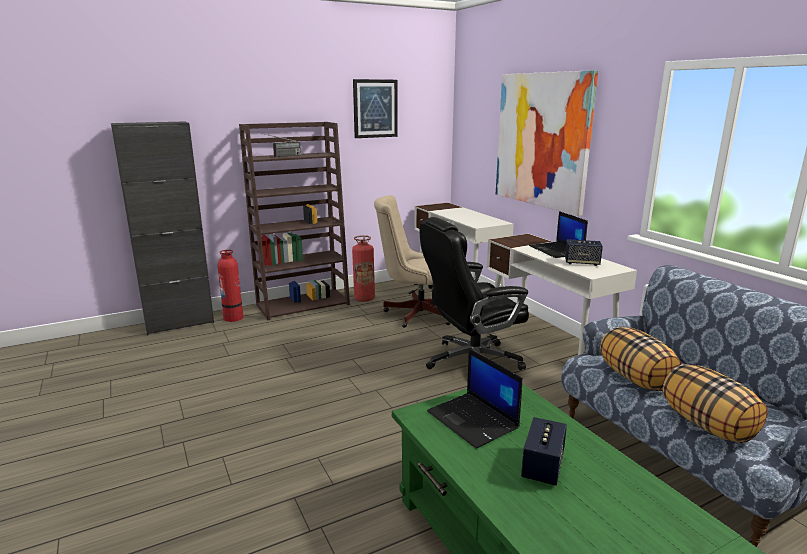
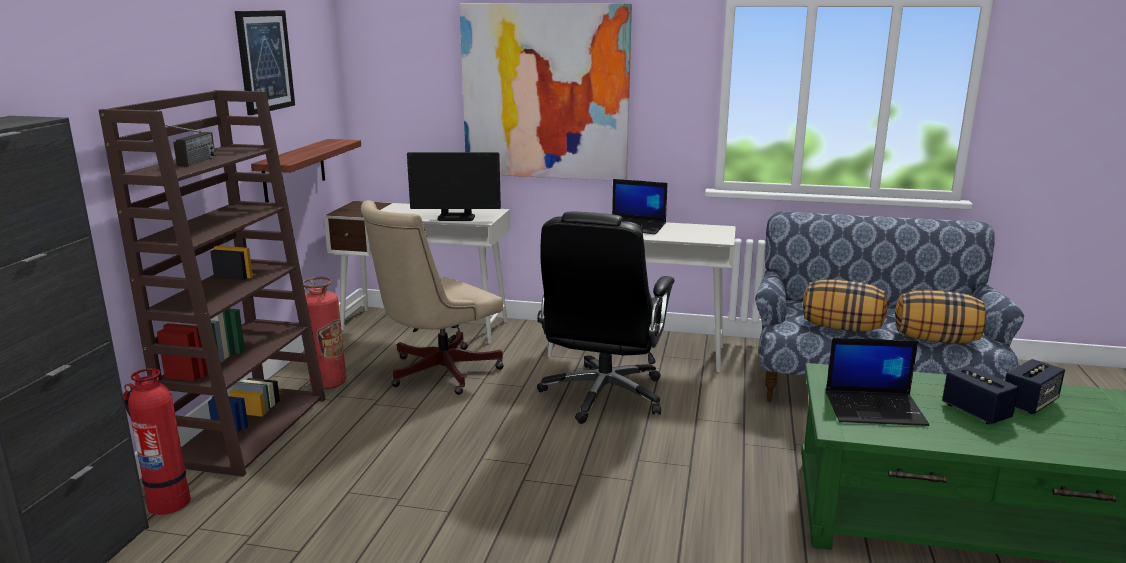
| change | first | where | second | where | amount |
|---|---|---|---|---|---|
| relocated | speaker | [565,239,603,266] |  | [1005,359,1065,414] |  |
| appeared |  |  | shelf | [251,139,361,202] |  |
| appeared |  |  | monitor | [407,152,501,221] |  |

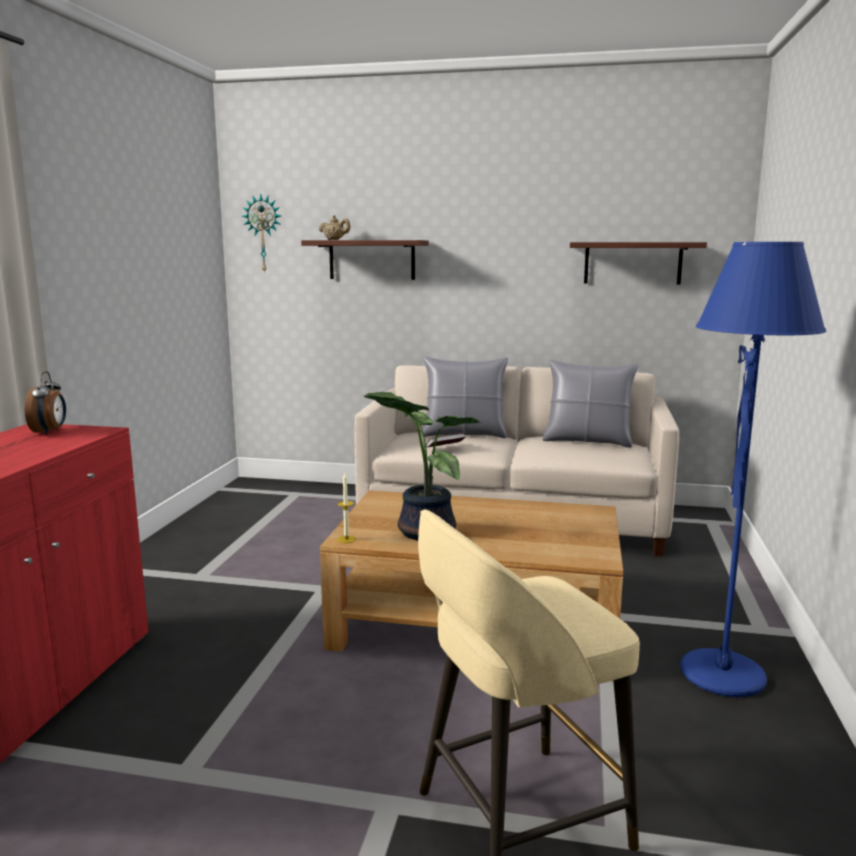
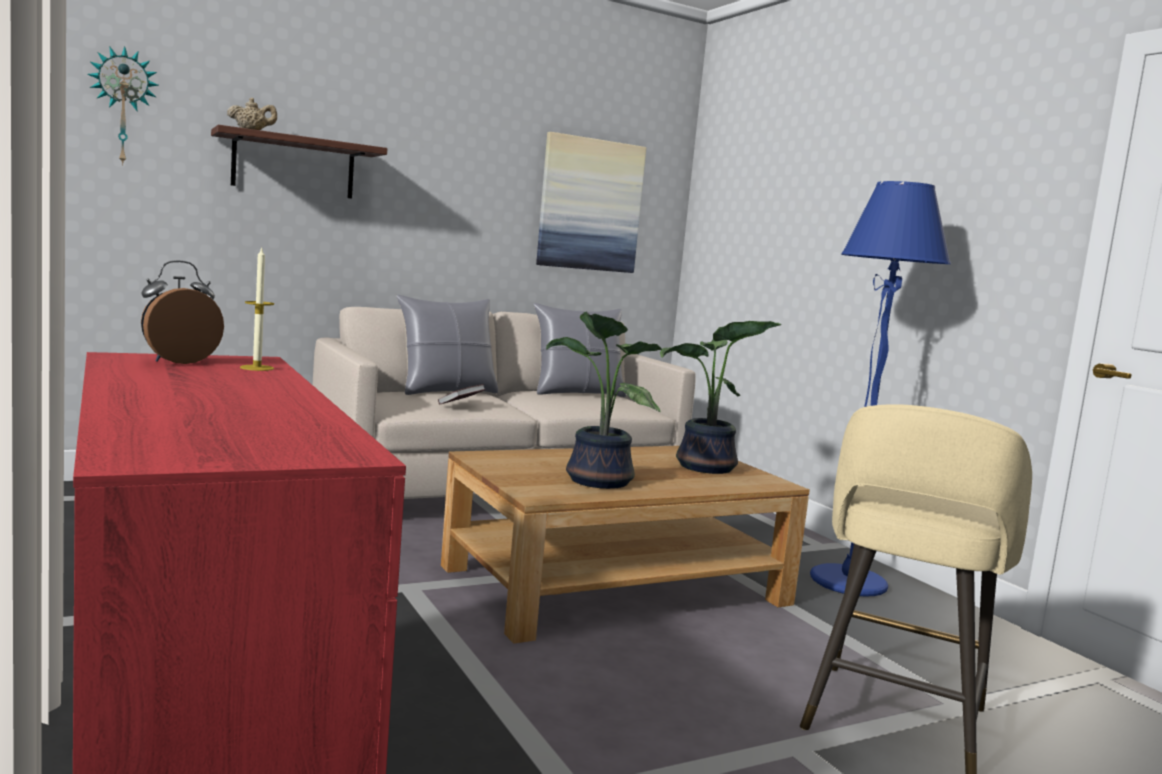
| change | first | where | second | where | amount |
|---|---|---|---|---|---|
| exchanged | shelf | [570,242,707,284] | picture | [536,132,646,273] |  |
| spun | alarm clock | [24,372,66,435] |  | [141,260,224,364] | 90 degrees counterclockwise |
| relocated | candle | [337,473,356,543] |  | [240,246,274,371] |  |
| appeared |  |  | potted plant | [660,321,782,474] |  |

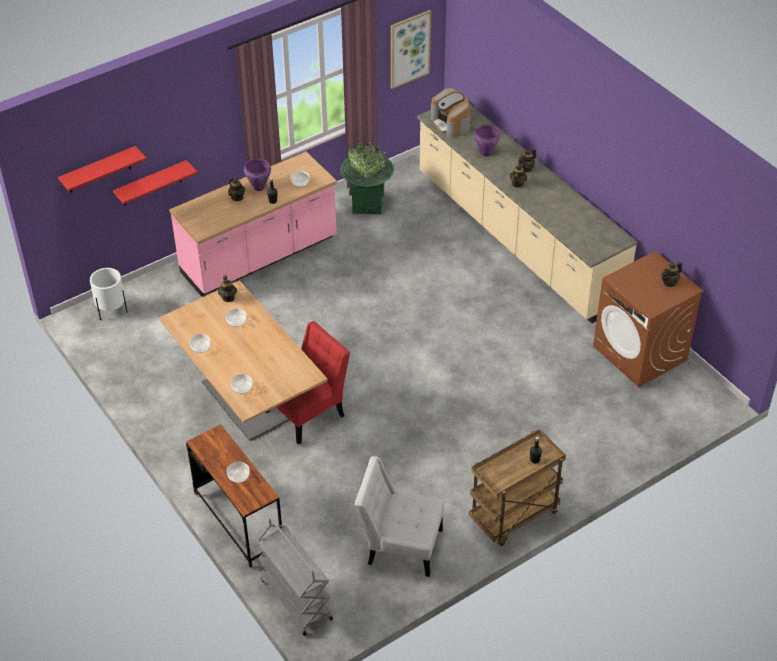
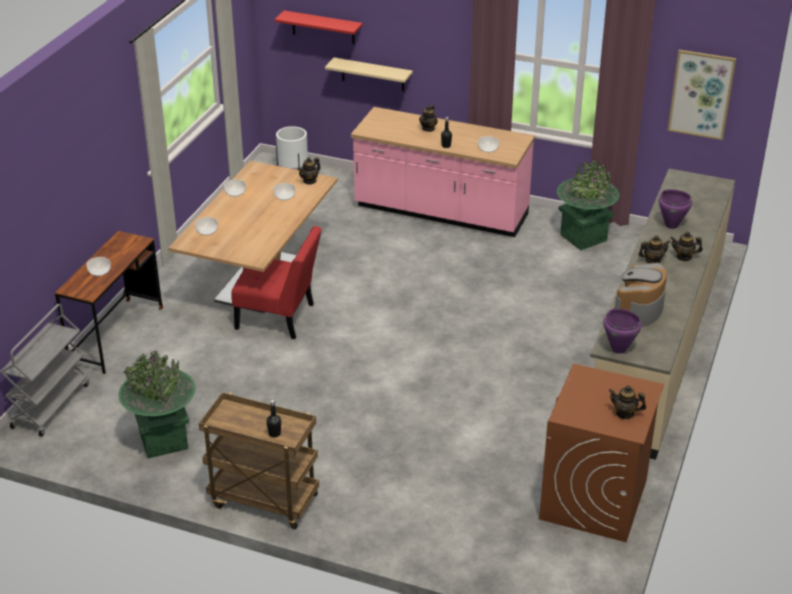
| change | first | where | second | where | amount |
|---|---|---|---|---|---|
| relocated | coffee machine | [431,88,470,138] |  | [614,263,667,327] |  |
| relocated | purple cooking pot | [244,159,271,191] |  | [603,308,641,354] |  |
| colour | red shelf | [113,160,198,206] | beige shelf | [325,58,413,91] |  |
| exchanged | white chair | [354,456,444,577] | green planter | [118,351,196,458] |  |

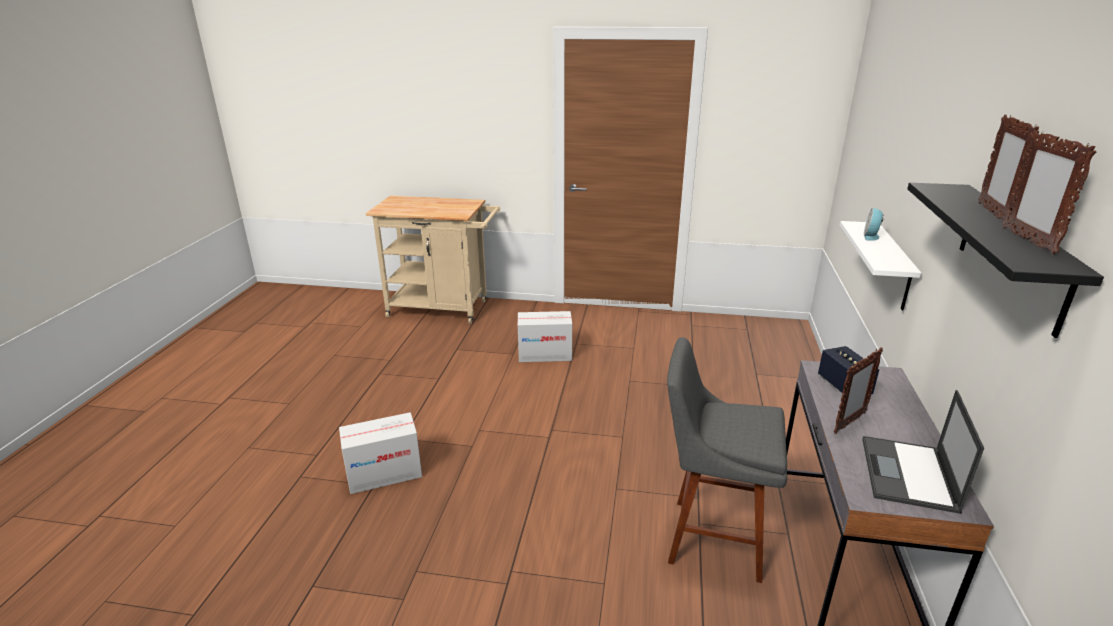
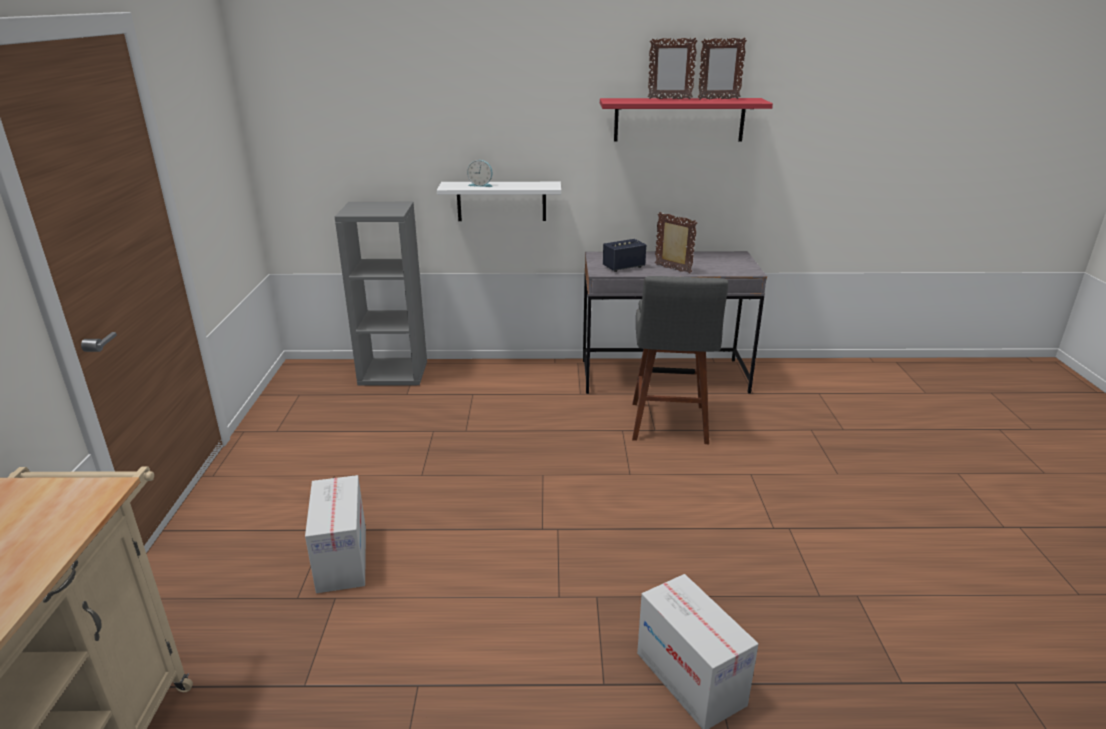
| change | first | where | second | where | amount |
|---|---|---|---|---|---|
| colour | black shelf | [907,183,1104,338] | red shelf | [600,98,773,142] |  |
| missing | laptop | [862,390,984,514] |  |  |  |
| appeared |  |  | grey bookcase | [334,202,427,386] |  |

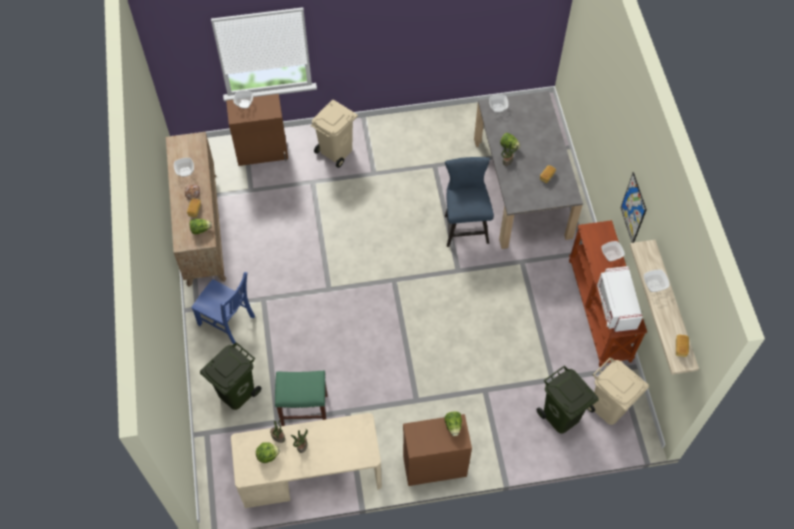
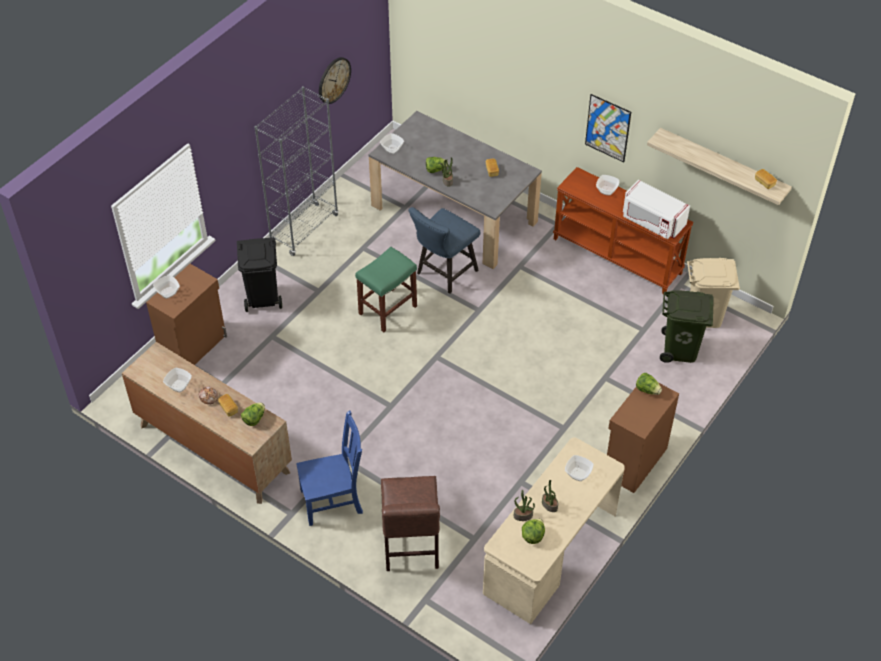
| change | first | where | second | where | amount |
|---|---|---|---|---|---|
| colour | beige trash can | [311,100,358,168] | black trash can | [237,237,282,312] |  |
| spun | blue chair | [445,157,494,247] |  | [409,207,480,294] | 90 degrees counterclockwise |
| relocated | bowl | [644,270,669,292] |  | [565,455,593,481] |  |
| exchanged | green trash can | [200,342,262,410] | brown chair | [381,476,440,571] |  |
| relocated | green stool | [275,371,327,426] |  | [355,247,417,332] |  |
| appeared |  |  | wall clock | [319,57,351,104] |  |
| appeared |  |  | grey bookcase | [254,86,339,256] |  |

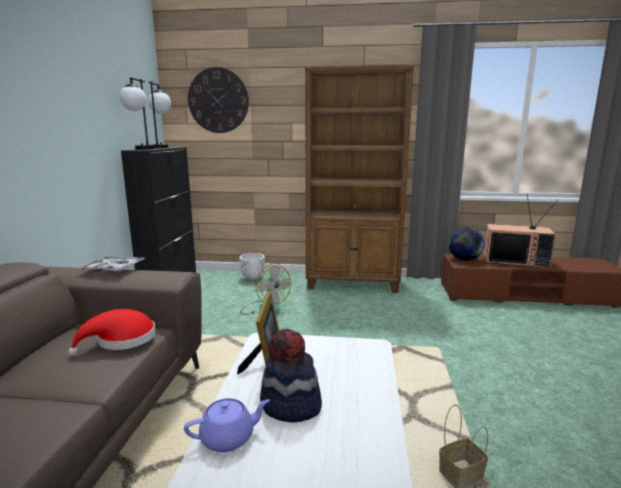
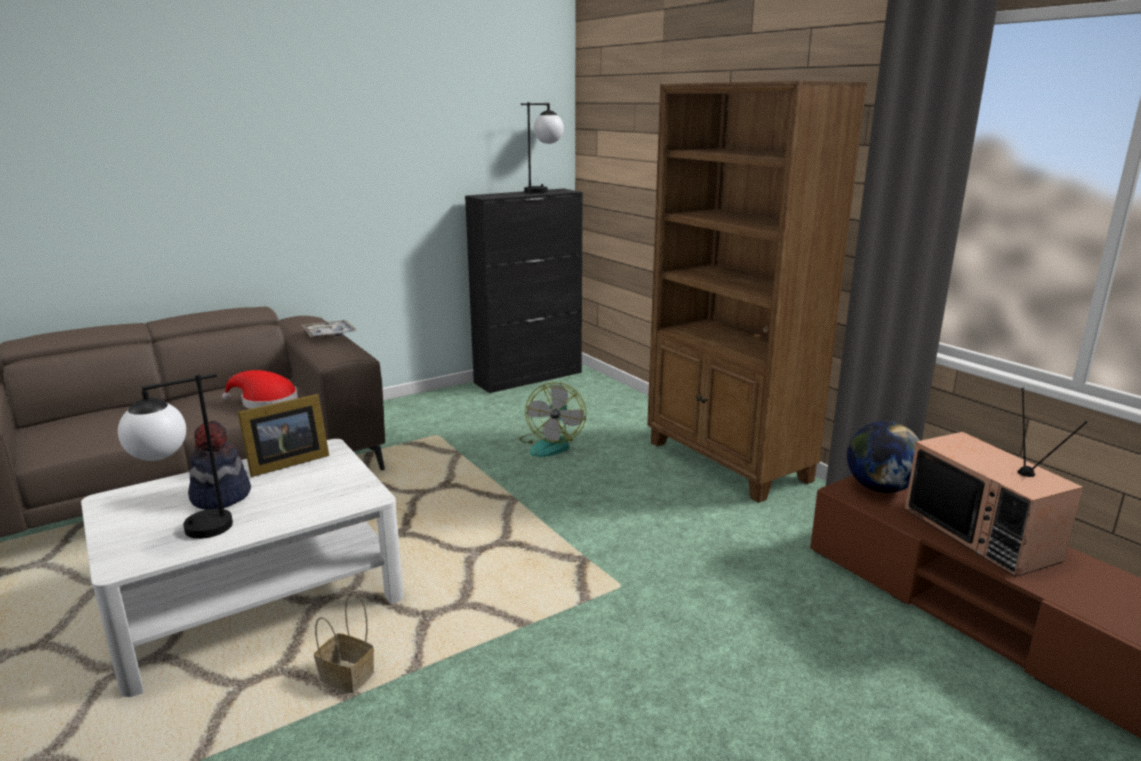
| change | first | where | second | where | amount |
|---|---|---|---|---|---|
| missing | wall clock | [188,67,249,133] |  |  |  |
| relocated | table lamp | [120,77,155,149] |  | [118,374,233,539] |  |
| missing | white planter | [240,253,265,281] |  |  |  |
| missing | purple teapot | [184,398,270,452] |  |  |  |

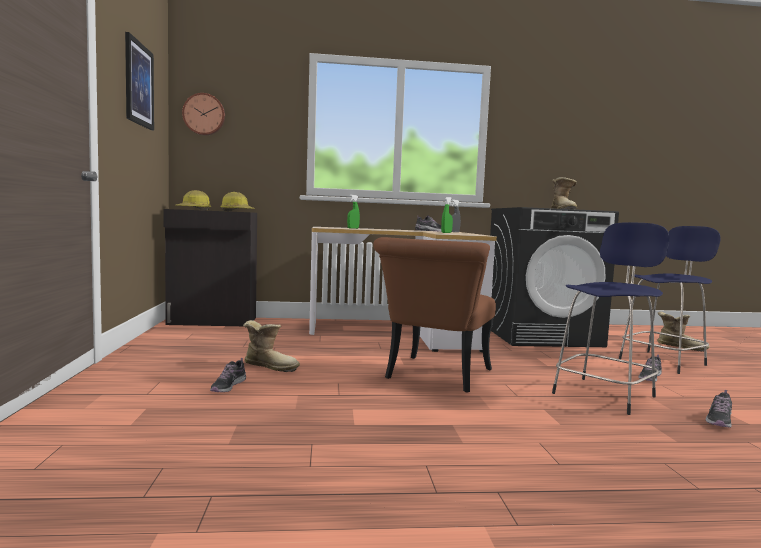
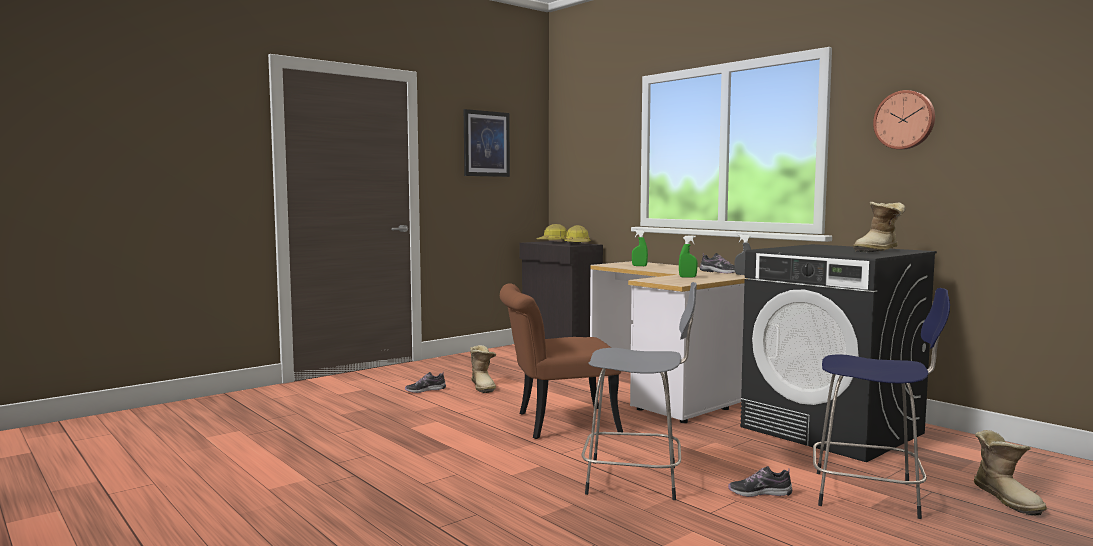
| change | first | where | second | where | amount |
|---|---|---|---|---|---|
| relocated | wall clock | [182,93,225,135] |  | [873,90,935,150] |  |
| colour | blue stool | [552,222,670,415] | grey stool | [582,282,697,500] |  |
| missing | shoe | [706,390,732,428] |  |  |  |

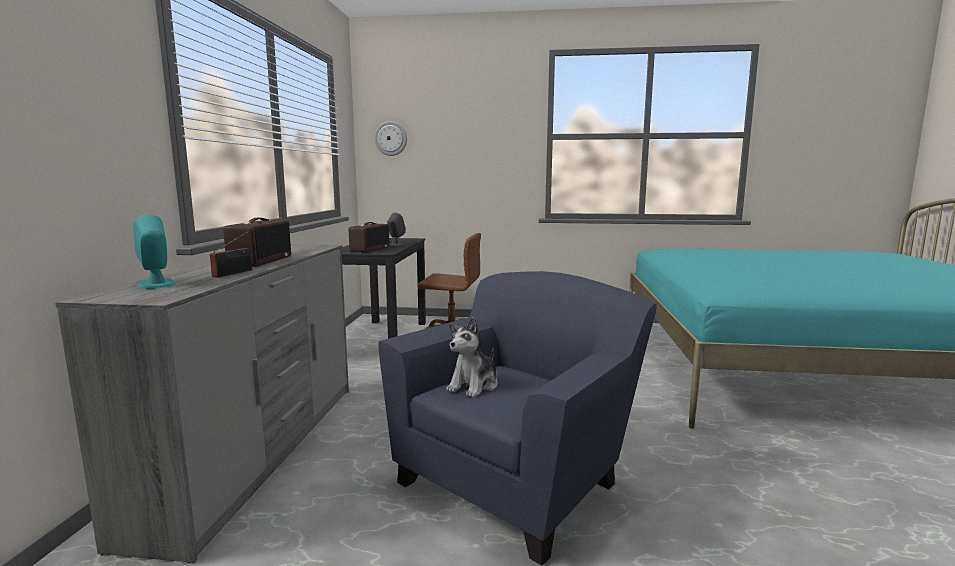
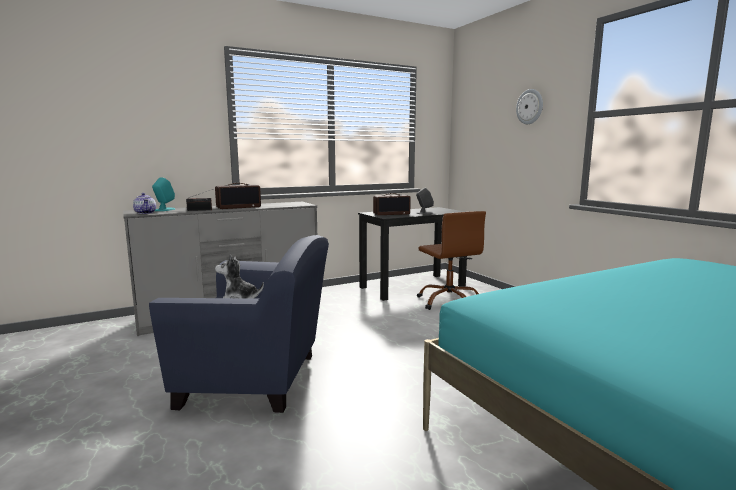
| change | first | where | second | where | amount |
|---|---|---|---|---|---|
| relocated | wall clock | [374,121,407,156] |  | [516,89,543,124] |  |
| appeared |  |  | teapot | [133,193,156,214] |  |

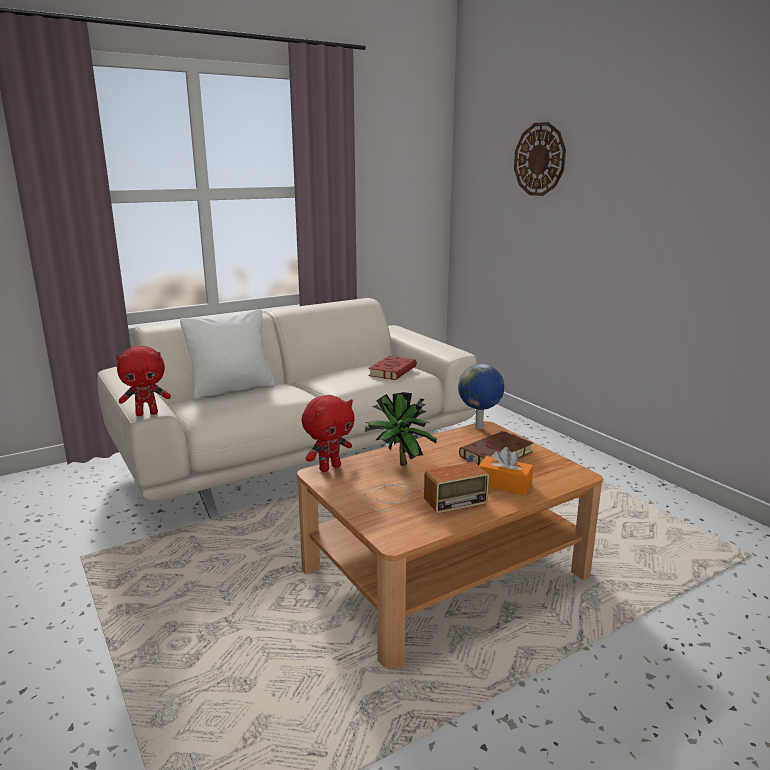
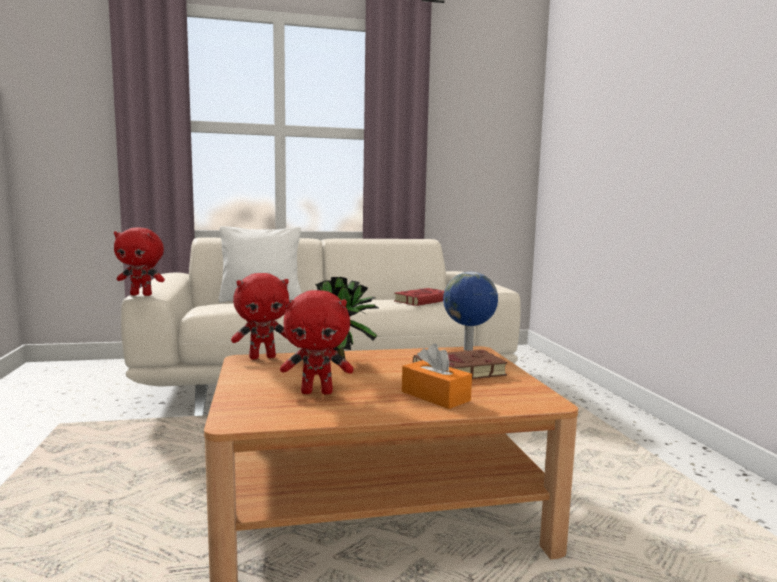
| change | first | where | second | where | amount |
|---|---|---|---|---|---|
| missing | wall clock | [514,122,566,196] |  |  |  |
| exchanged | radio | [364,462,489,513] | red plush toy | [280,290,354,395] |  |

